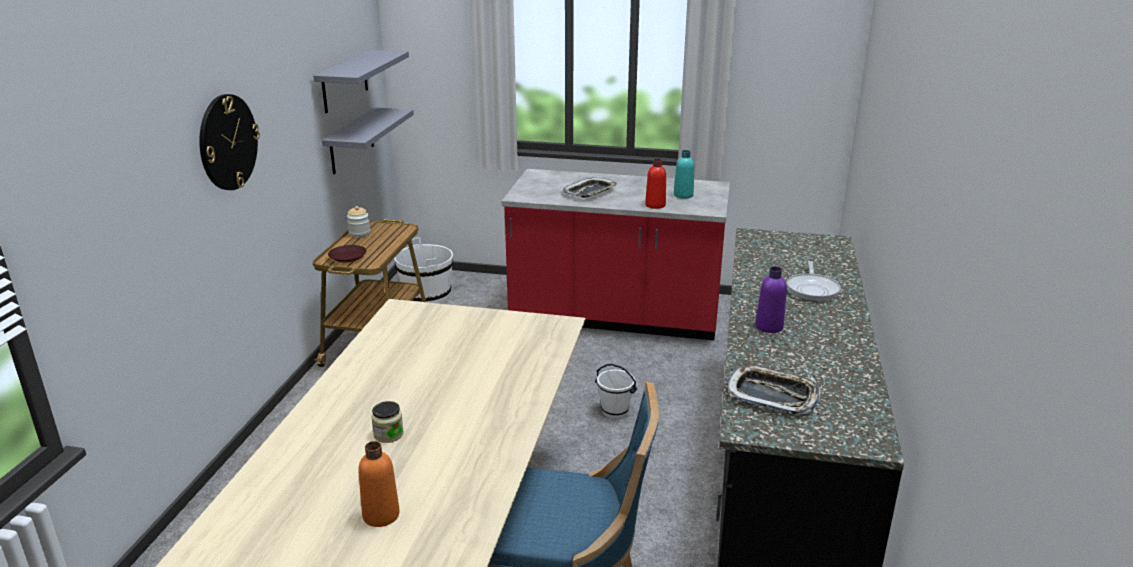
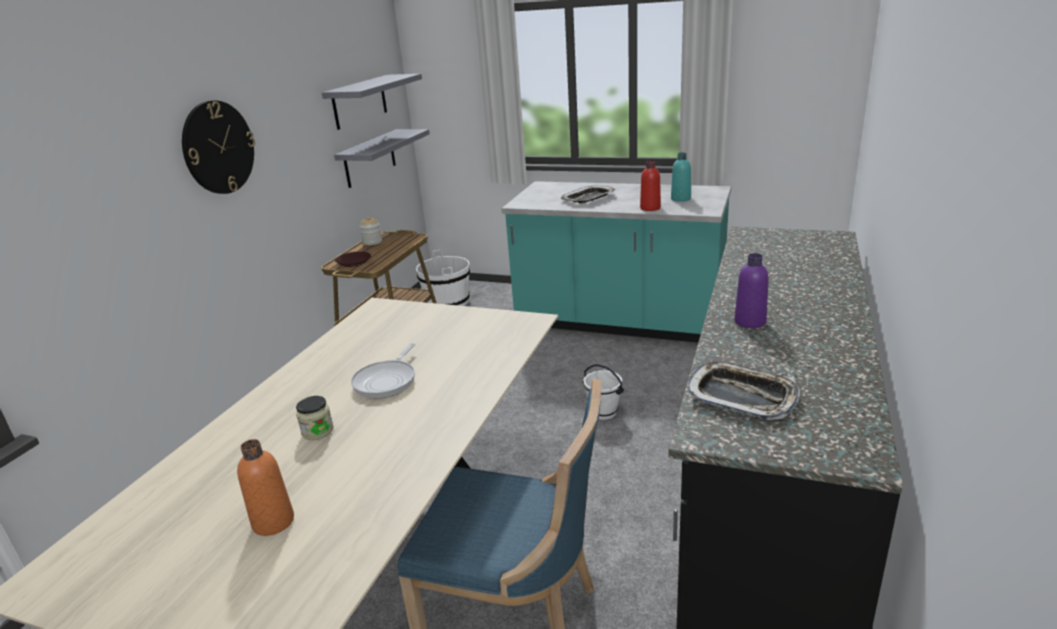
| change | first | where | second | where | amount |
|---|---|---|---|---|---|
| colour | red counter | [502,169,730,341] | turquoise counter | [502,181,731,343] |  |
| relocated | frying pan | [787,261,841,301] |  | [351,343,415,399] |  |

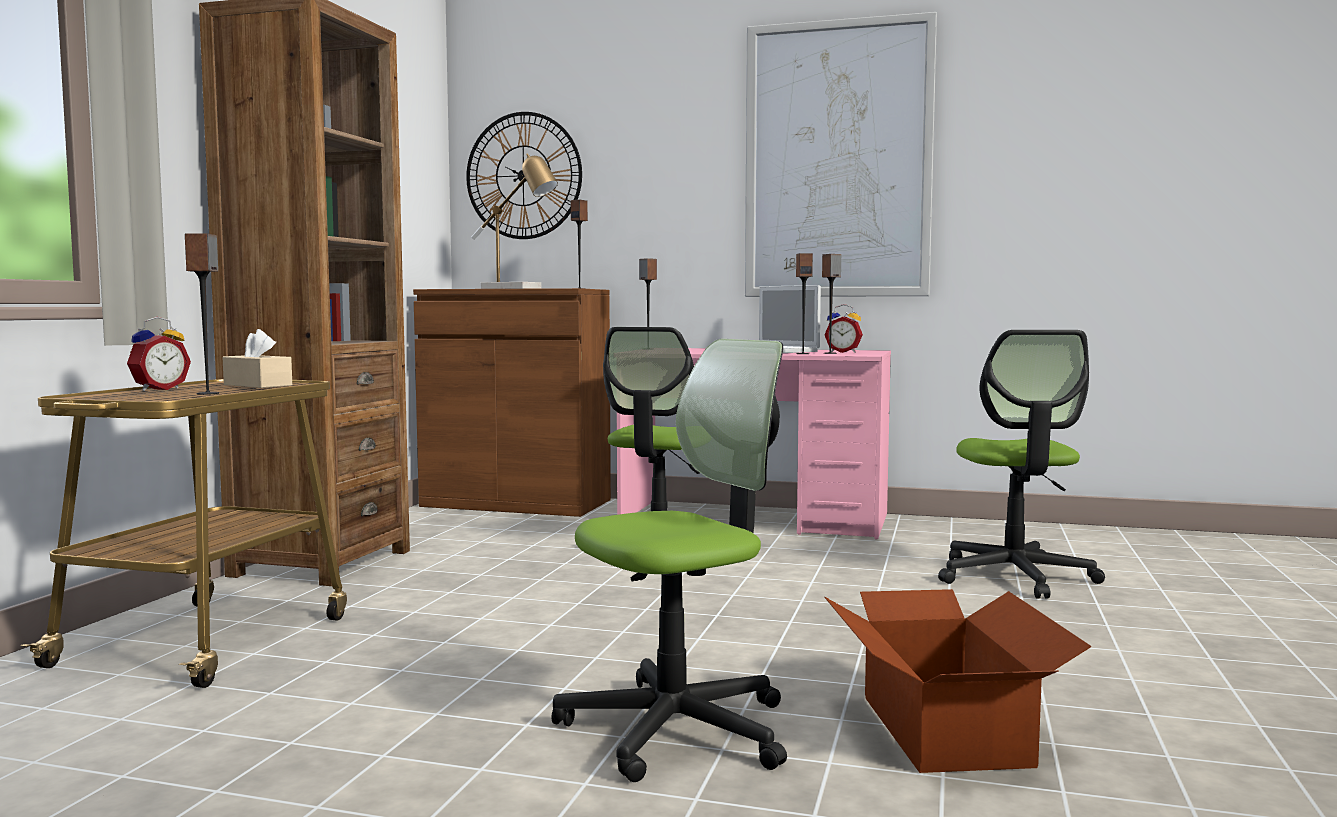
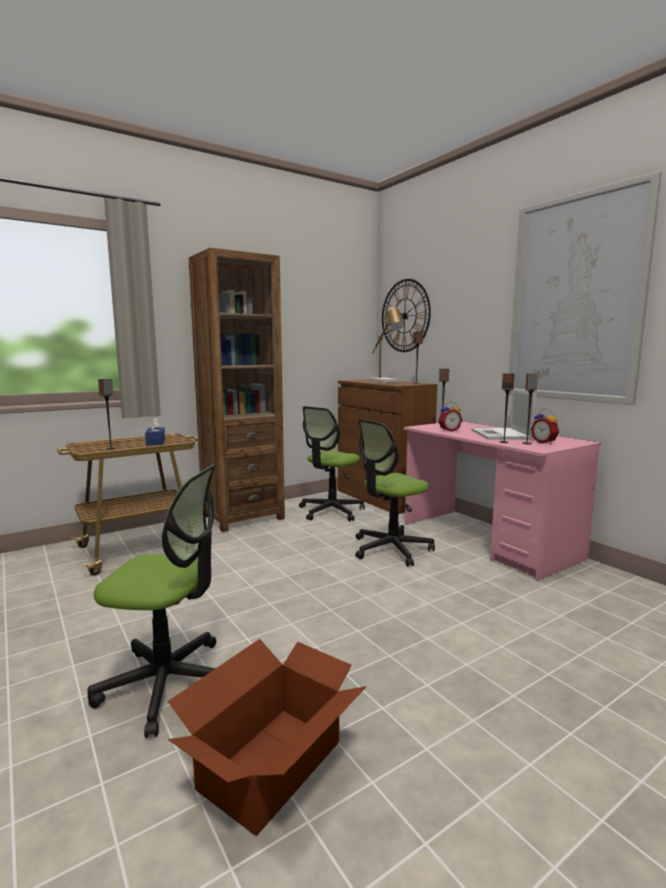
| change | first | where | second | where | amount |
|---|---|---|---|---|---|
| relocated | alarm clock | [127,317,191,391] |  | [438,401,462,432] |  |
| colour | beige tissue box | [223,329,292,388] | blue tissue box | [145,417,165,446] |  |
| relocated | office chair | [938,330,1105,599] |  | [299,406,365,521] |  |

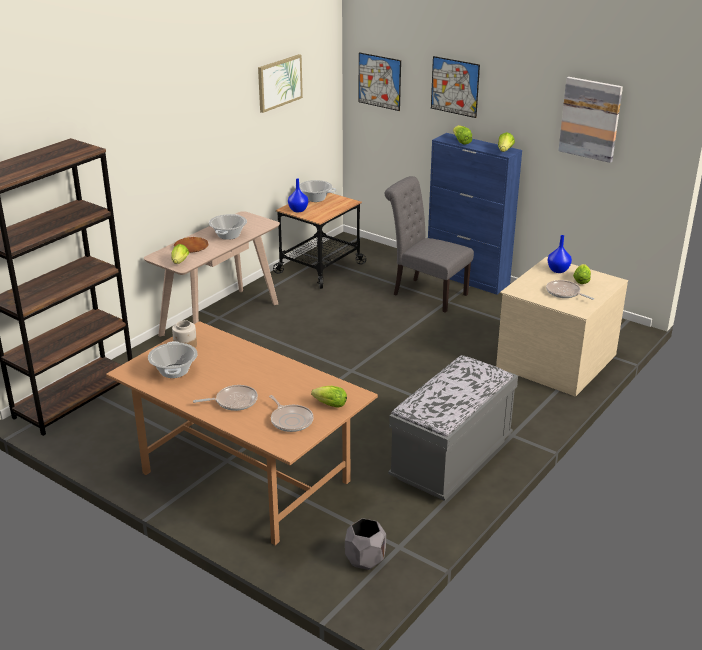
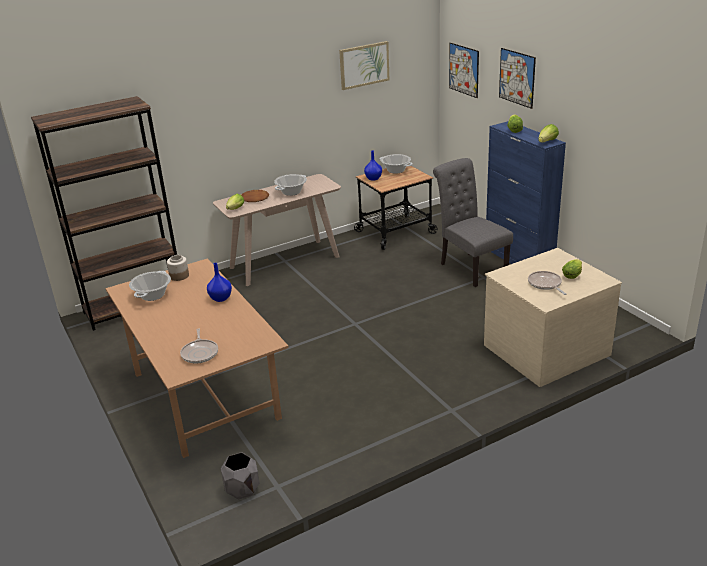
| change | first | where | second | where | amount |
|---|---|---|---|---|---|
| missing | picture | [558,77,623,163] |  |  |  |
| relocated | blue vase | [548,235,572,273] |  | [207,263,232,302] |  |
| missing | grey bench | [388,355,518,501] |  |  |  |
| missing | frying pan | [193,385,258,411] |  |  |  |
| missing | lettuce | [311,386,347,408] |  |  |  |

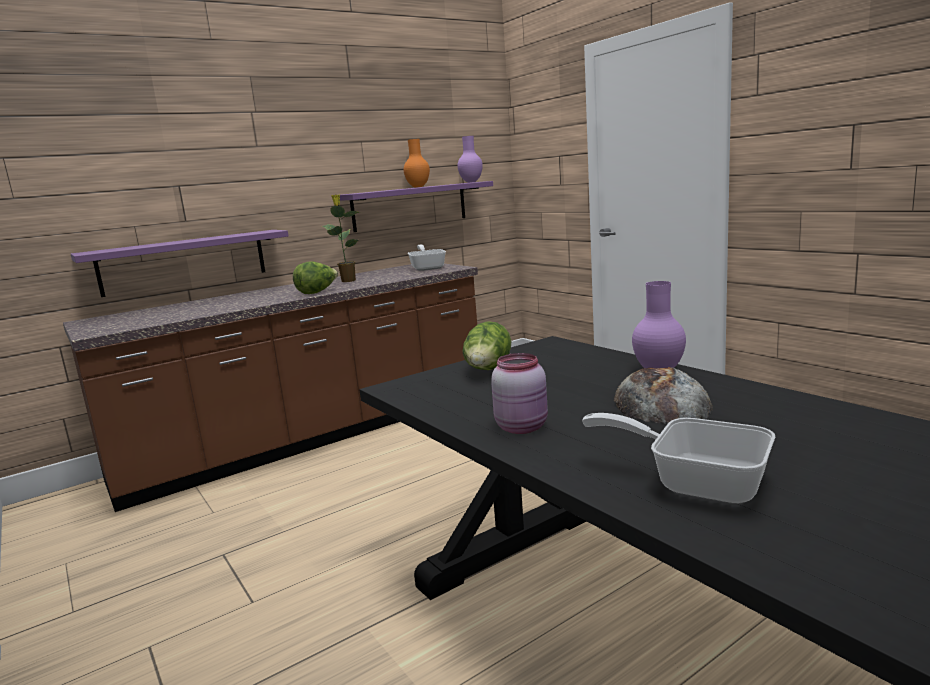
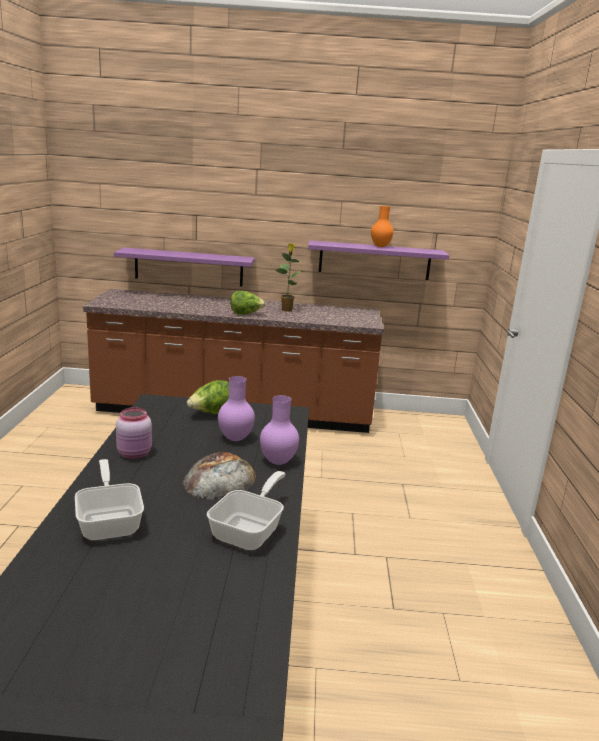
| change | first | where | second | where | amount |
|---|---|---|---|---|---|
| relocated | purple vase | [458,136,483,183] |  | [218,376,255,441] |  |
| relocated | frying pan | [408,244,446,271] |  | [207,471,286,550] |  |

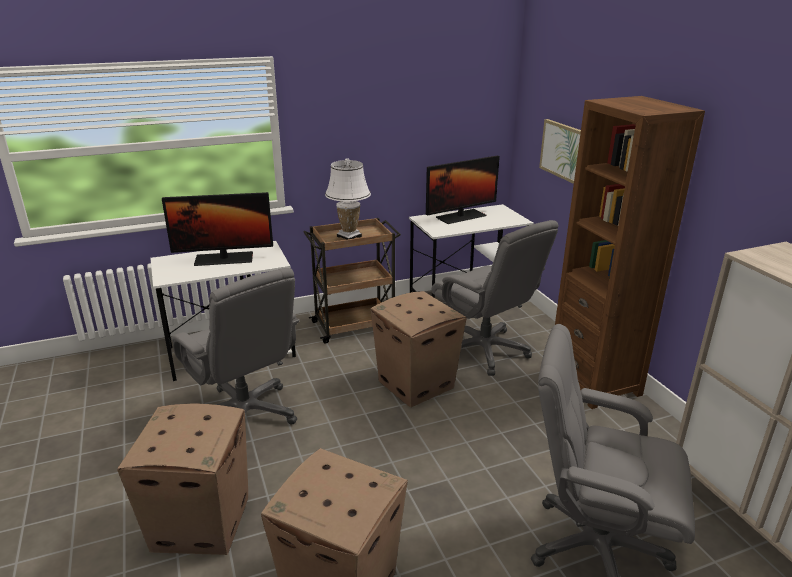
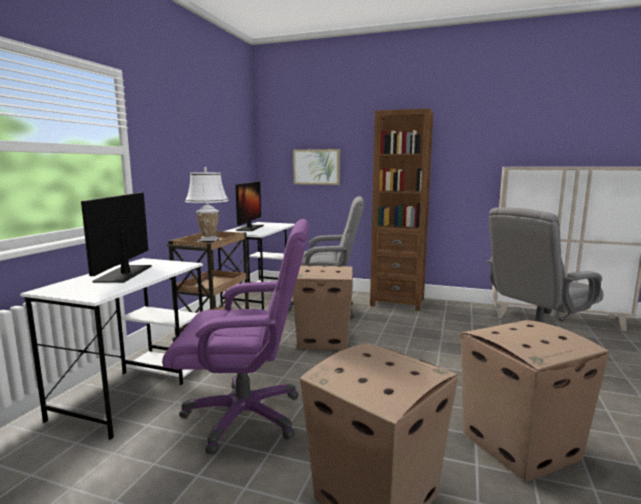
| change | first | where | second | where | amount |
|---|---|---|---|---|---|
| spun | monitor | [162,192,273,266] |  | [81,192,152,283] | 150 degrees clockwise |
| colour | grey office chair | [172,268,300,424] | purple office chair | [162,219,309,455] |  |

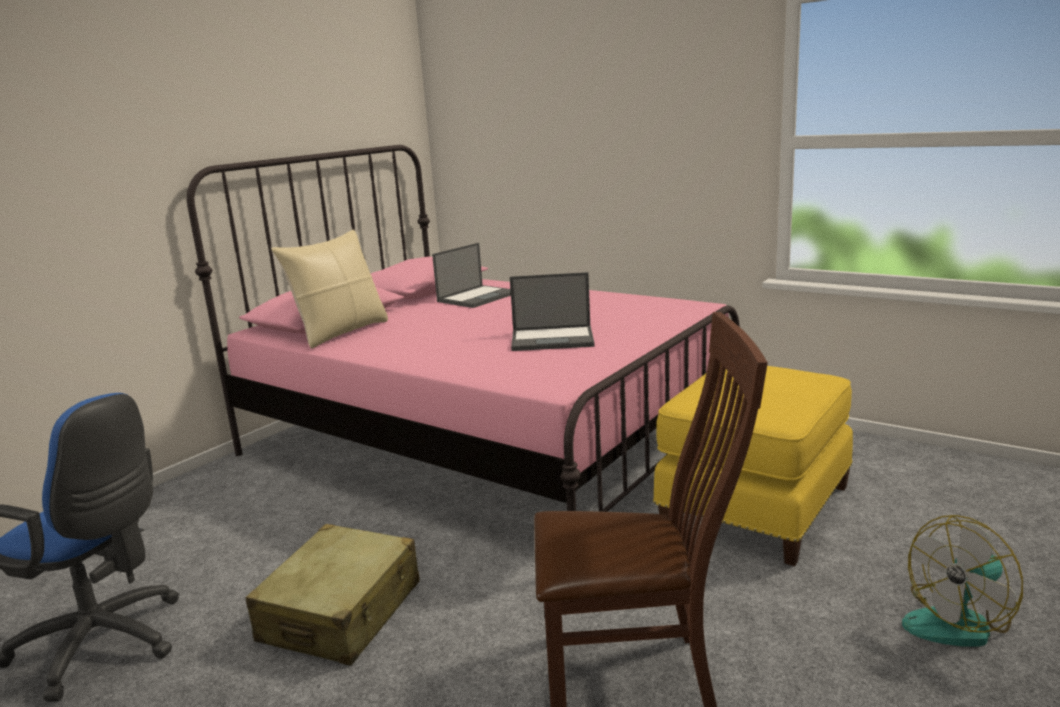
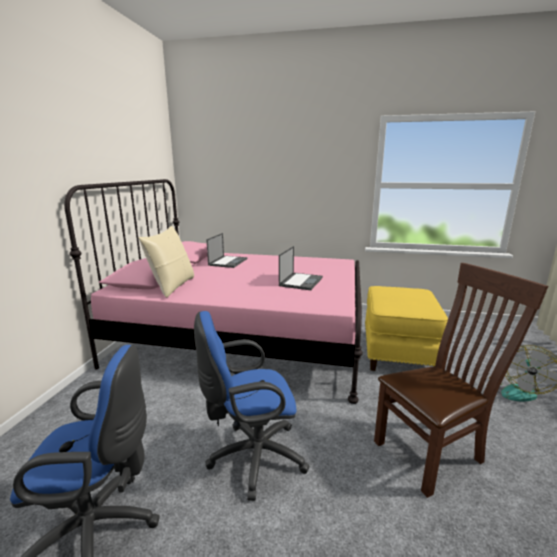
| change | first | where | second | where | amount |
|---|---|---|---|---|---|
| spun | laptop | [510,272,595,351] |  | [279,246,323,290] | 45 degrees counterclockwise |
| exchanged | beige suitcase | [245,524,420,665] | blue office chair | [194,311,309,501] |  |

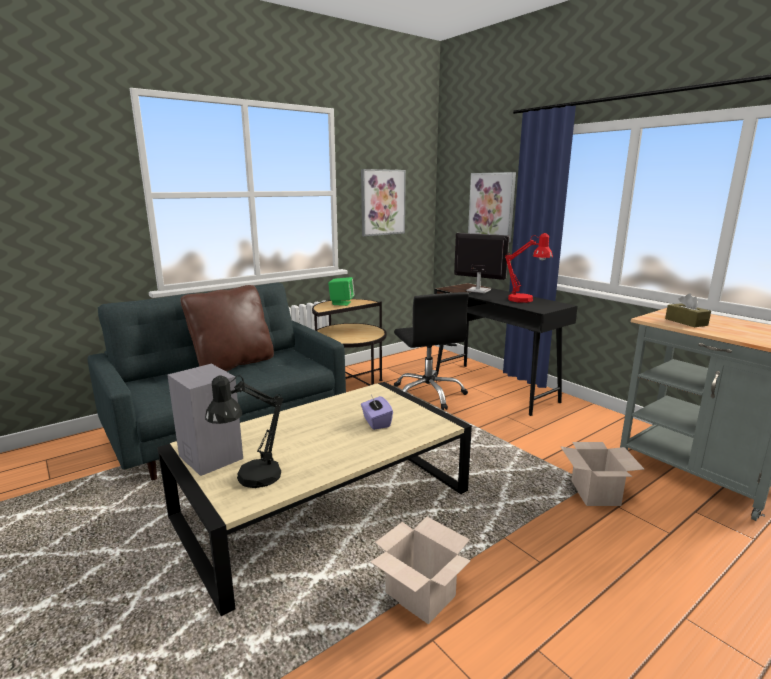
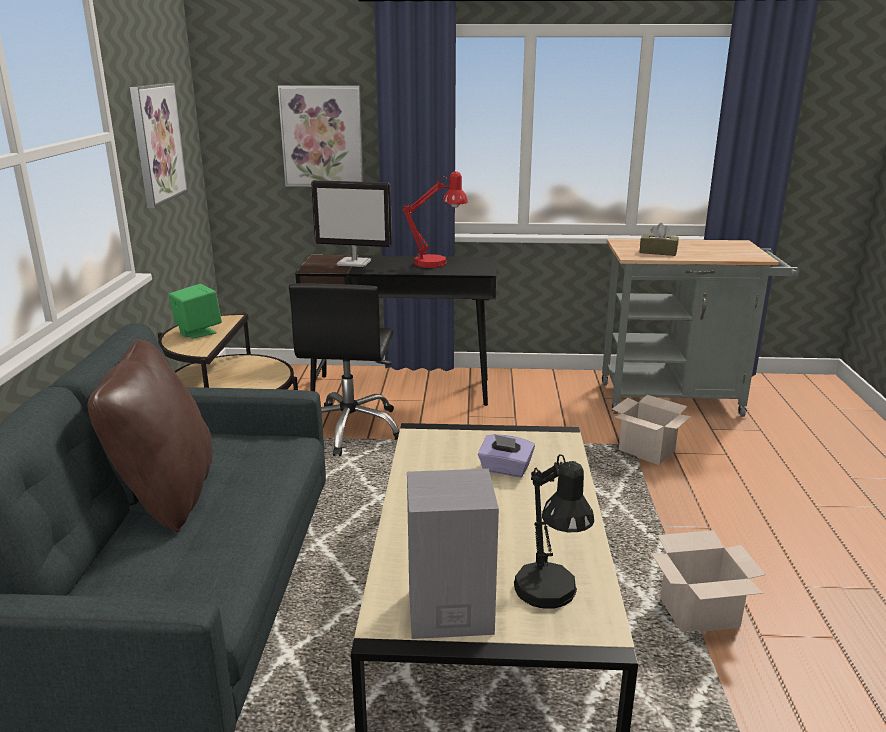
| change | first | where | second | where | amount |
|---|---|---|---|---|---|
| spun | monitor | [454,233,509,293] |  | [311,180,392,267] | 150 degrees counterclockwise |
| spun | black office chair | [394,292,469,410] |  | [289,283,399,456] | 75 degrees clockwise |

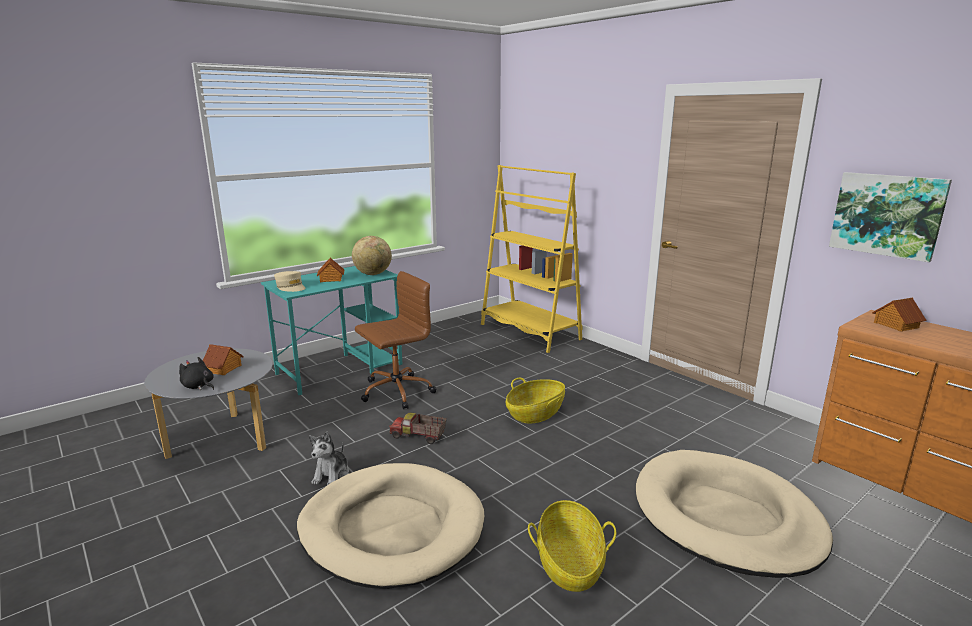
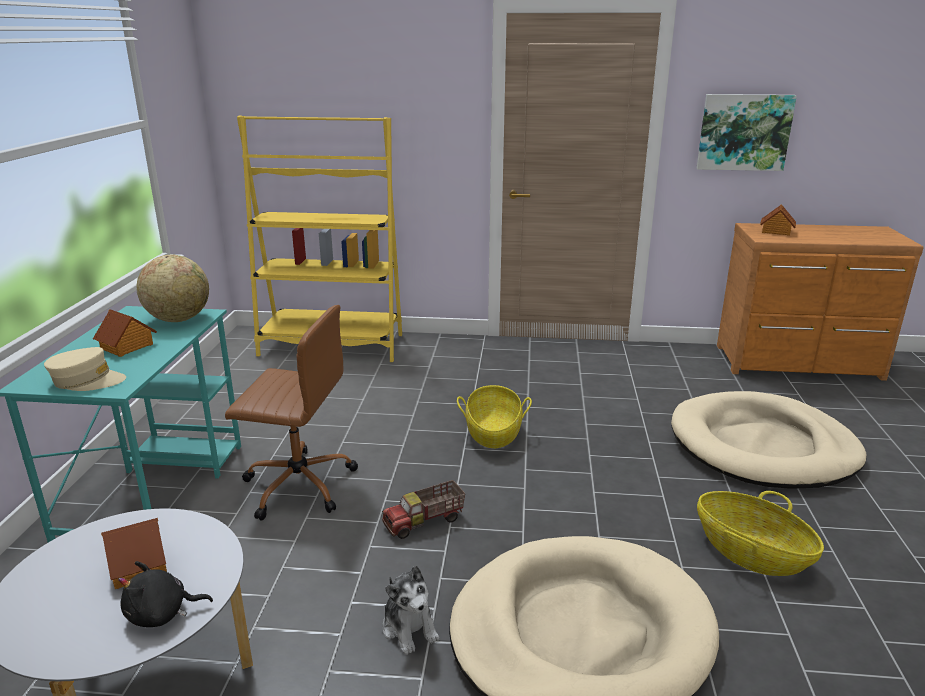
| change | first | where | second | where | amount |
|---|---|---|---|---|---|
| spun | brown office chair | [355,271,436,409] |  | [225,305,358,521] | 90 degrees clockwise |

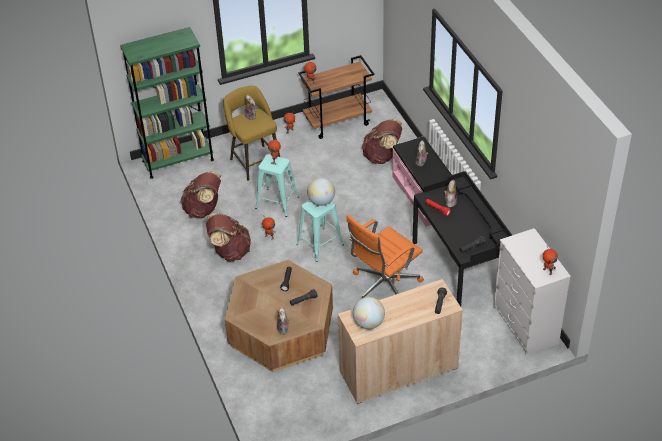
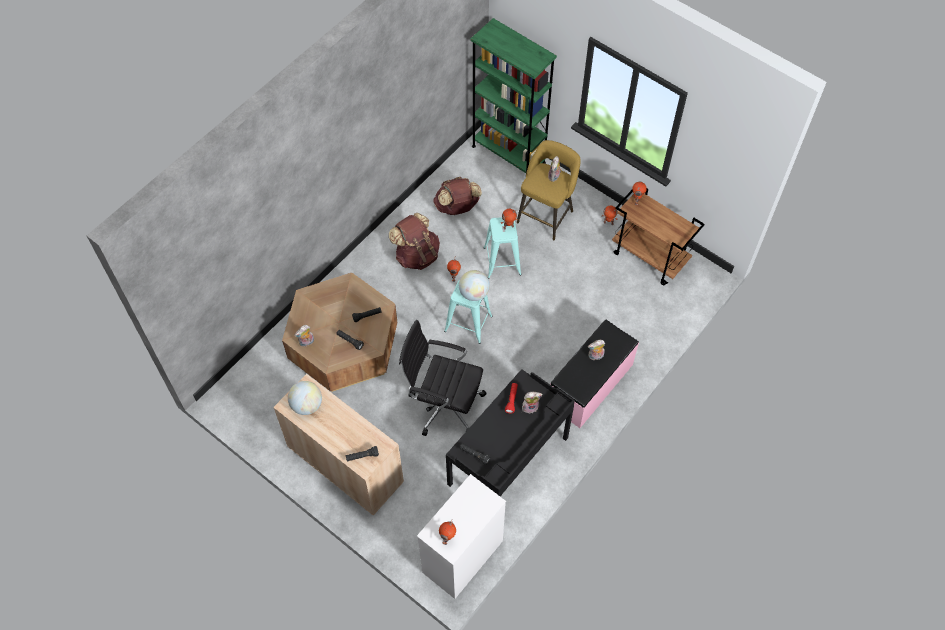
| change | first | where | second | where | amount |
|---|---|---|---|---|---|
| missing | brown backpack | [362,119,402,164] |  |  |  |
| colour | orange office chair | [346,214,424,298] | black office chair | [399,320,487,436] |  |

